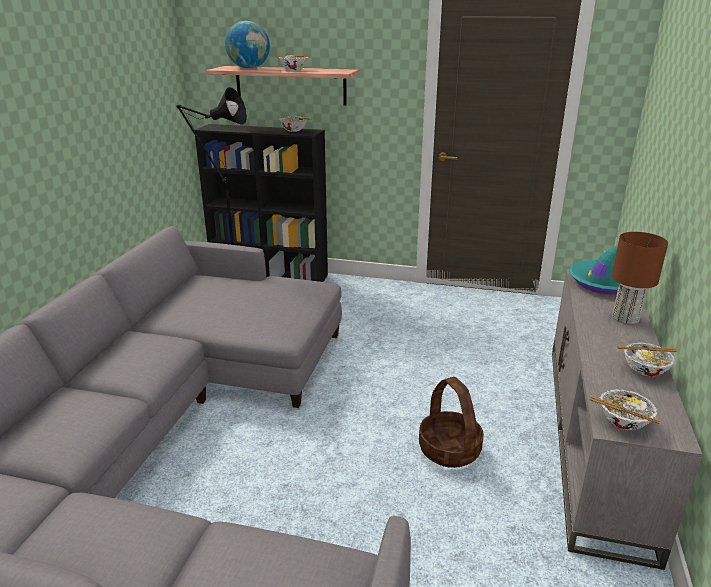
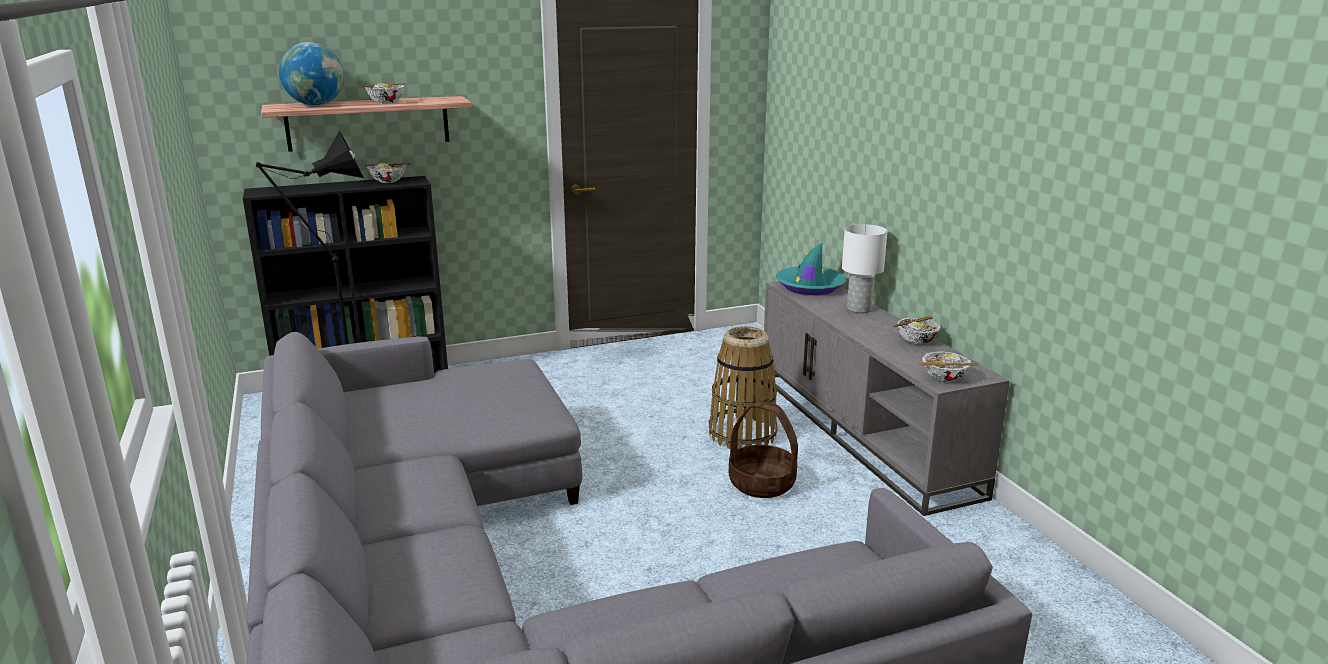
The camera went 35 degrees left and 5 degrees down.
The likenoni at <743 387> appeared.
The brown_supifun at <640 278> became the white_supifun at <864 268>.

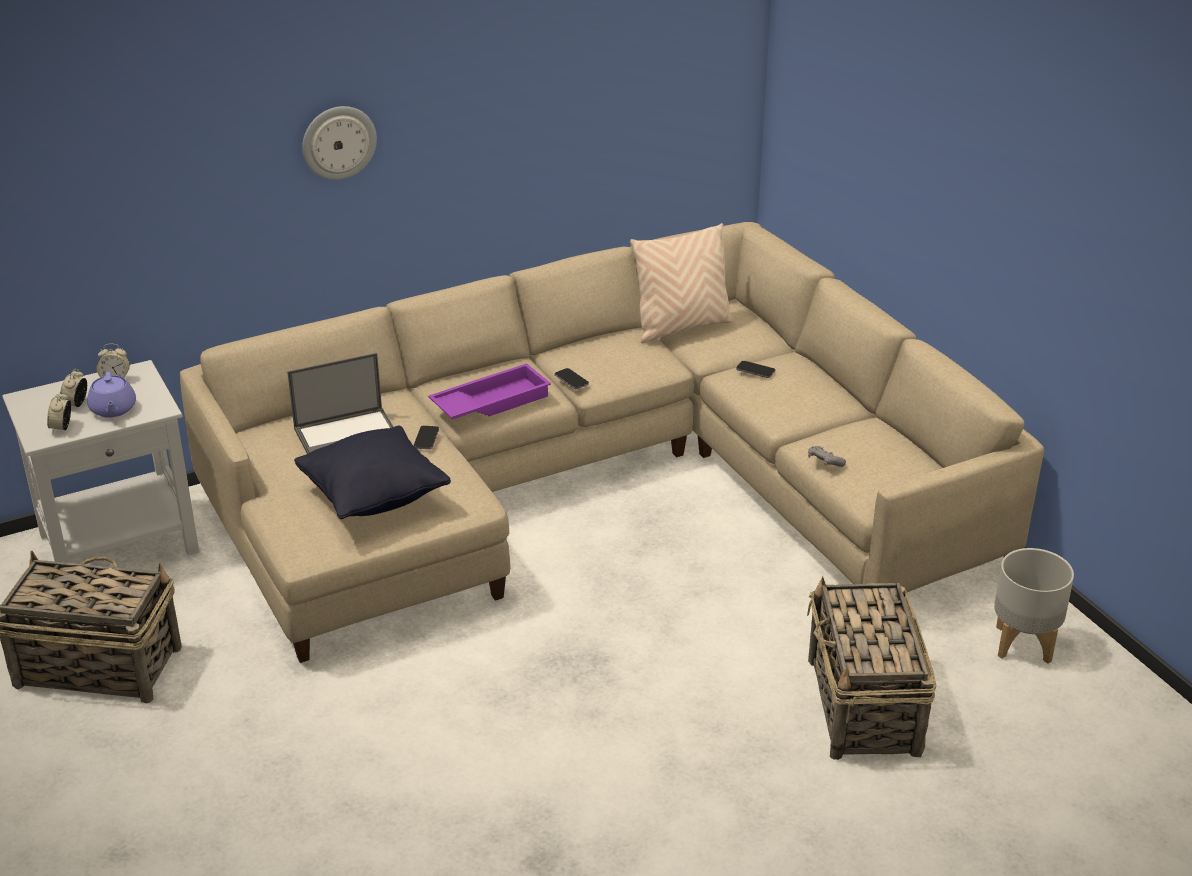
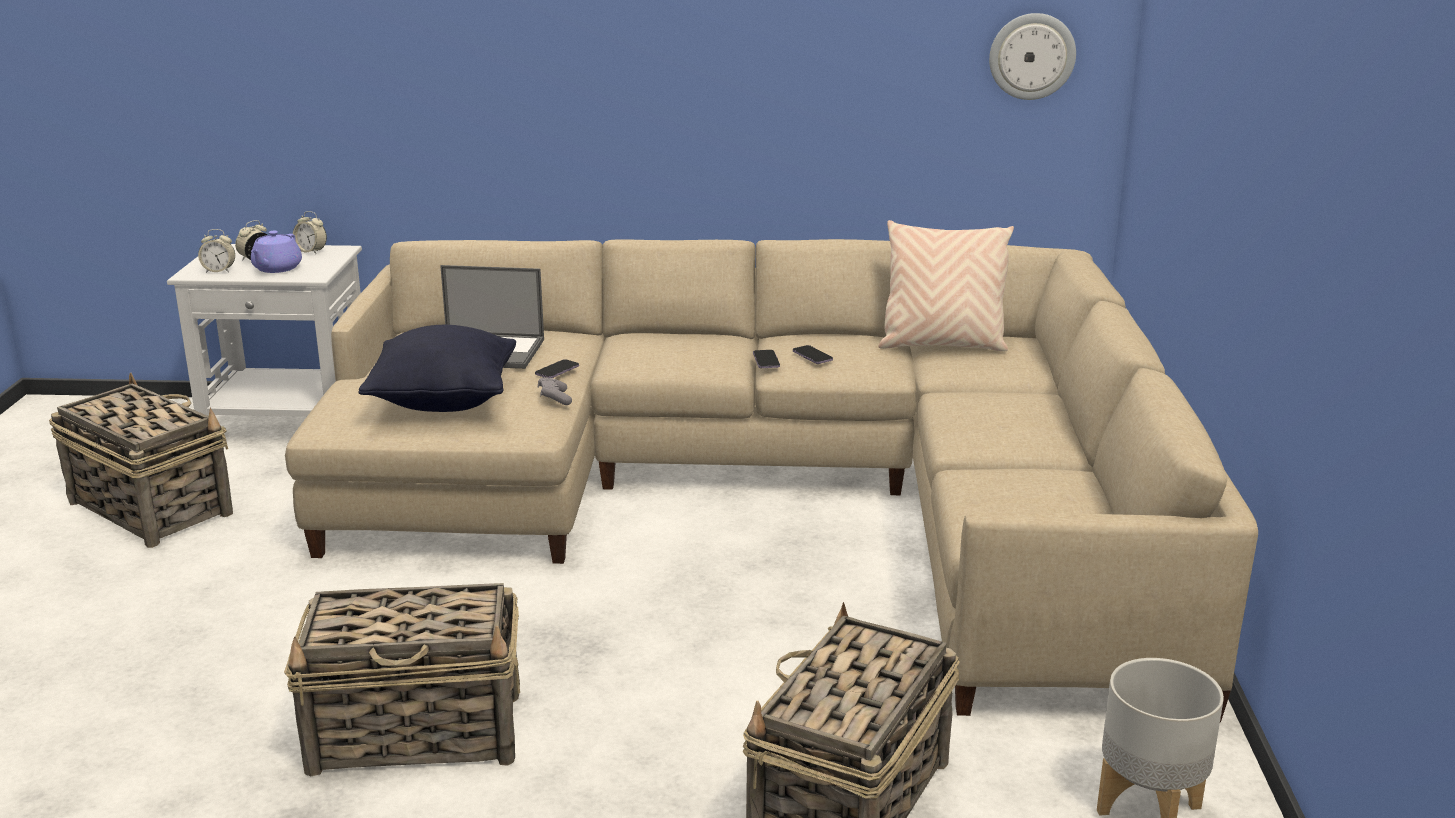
The camera went 30 degrees right and 10 degrees down.
The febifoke at <59 412> turned 120 degrees counterclockwise.
The likenoni at <402 679> appeared.
The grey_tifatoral moved from <827 456> to <554 391>.
The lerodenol moved from <755 369> to <813 354>.
The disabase moved from <339 143> to <1032 56>.
The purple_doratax at <489 391> disappeared.

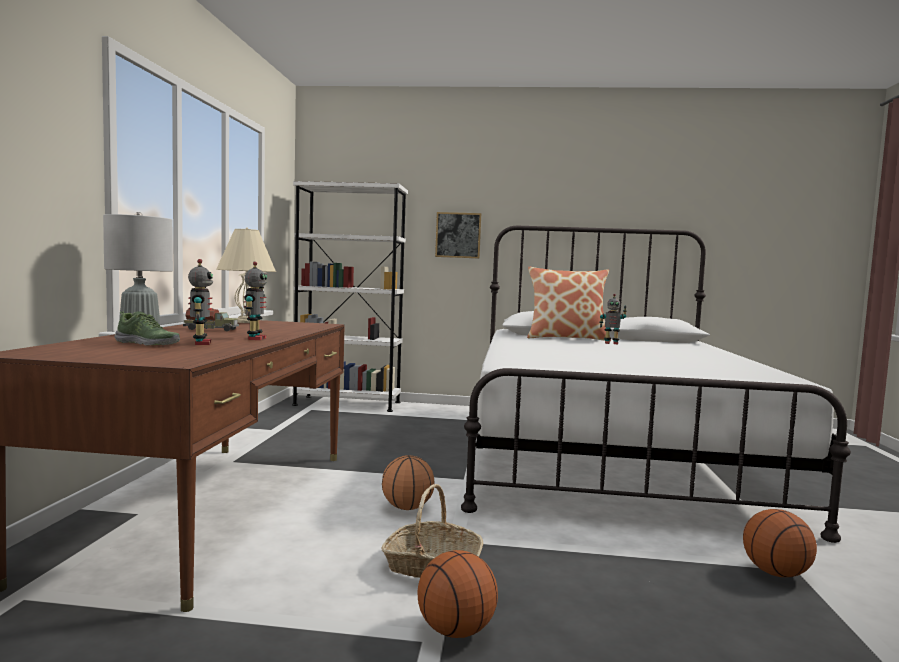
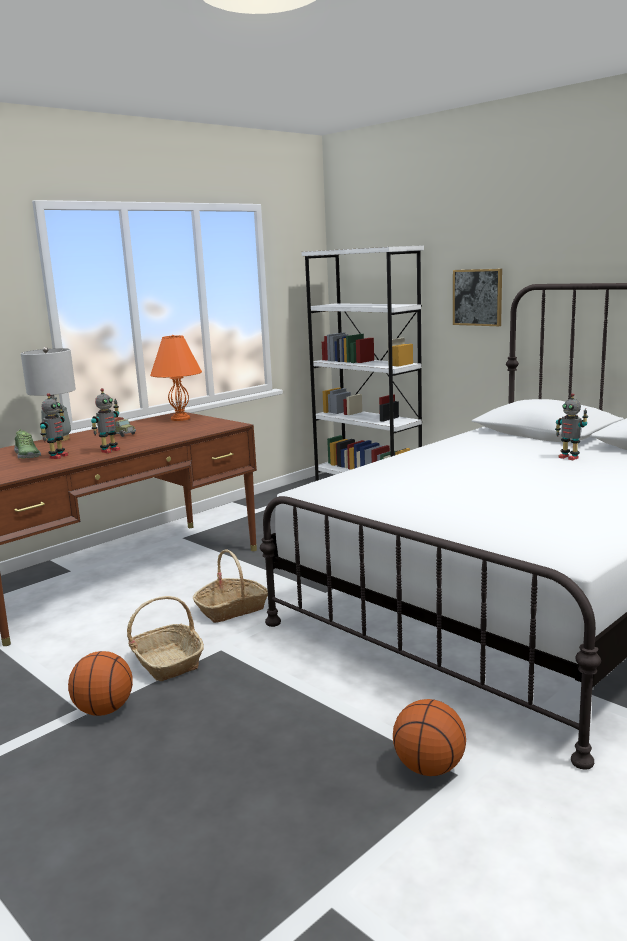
The camera went 40 degrees right and 10 degrees up.
The beige_supifun at <246 275> became the orange_supifun at <176 378>.
The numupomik at <408 482> was replaced by the likenoni at <230 586>.
The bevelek at <569 304> disappeared.

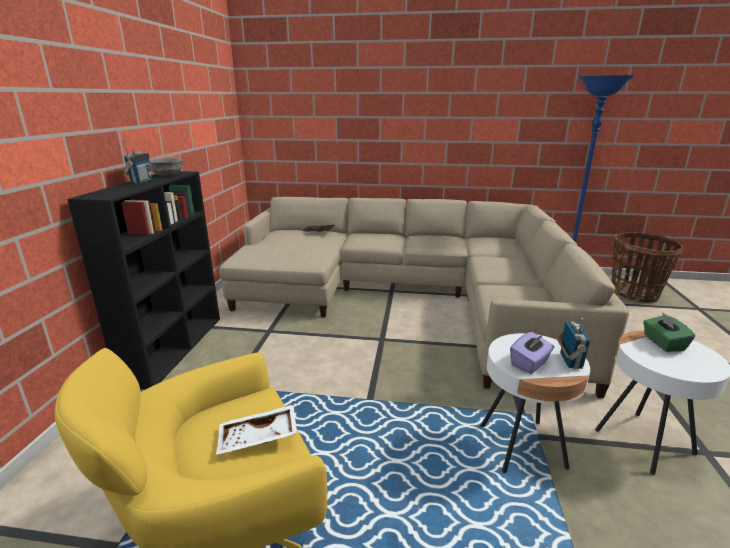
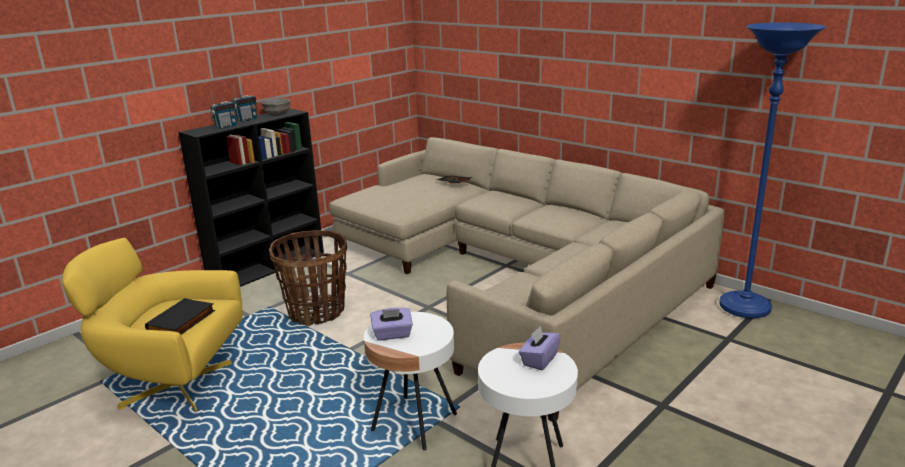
The camera went 35 degrees right and 0 degrees up.
The white_doratax at <256 429> was replaced by the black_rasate at <180 316>.
The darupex moved from <573 343> to <223 110>.
The likenoni moved from <647 267> to <308 278>.
The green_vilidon at <669 332> became the purple_vilidon at <540 348>.

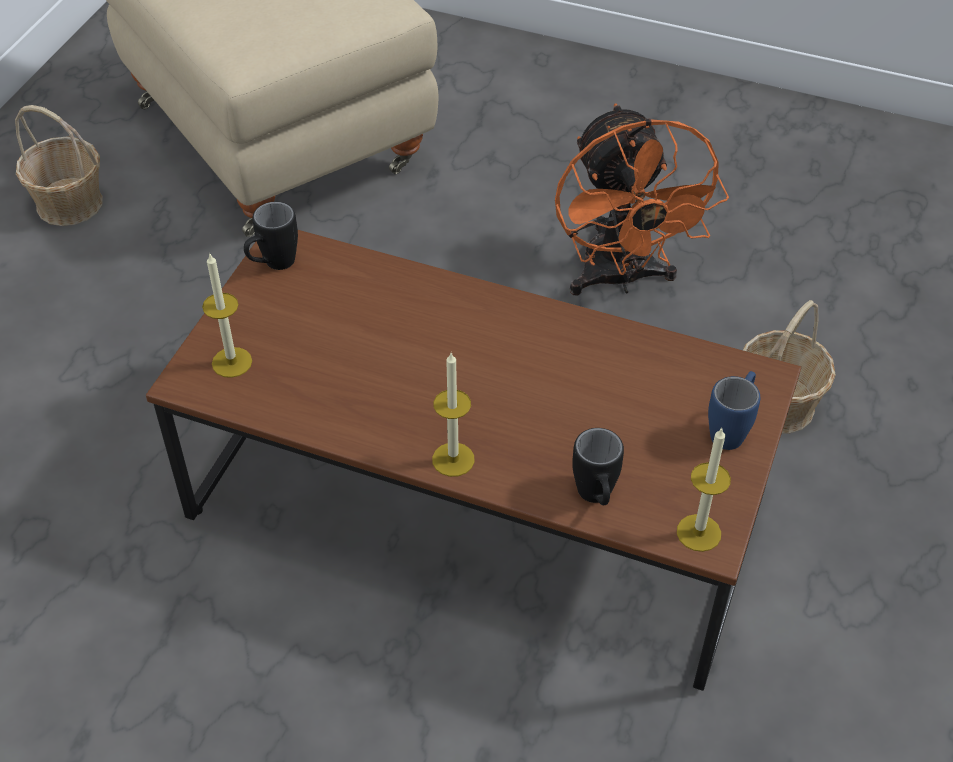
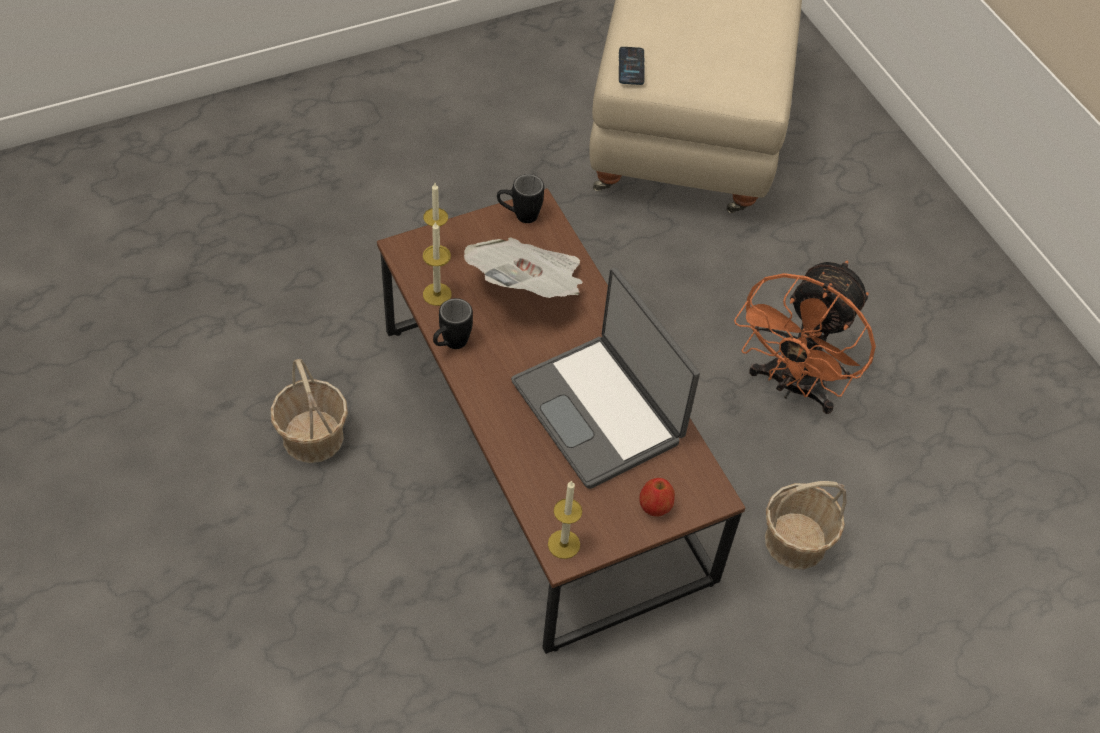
The camera went 40 degrees right and 5 degrees up.
The likenoni moved from <59 165> to <309 411>.
The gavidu moved from <453 415> to <437 263>.
The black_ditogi moved from <598 466> to <453 323>.
The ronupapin at <523 268> appeared.
The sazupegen at <605 378> appeared.
The lerodenol at <632 66> appeared.
The blue_ditogi at <734 410> was replaced by the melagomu at <657 497>.

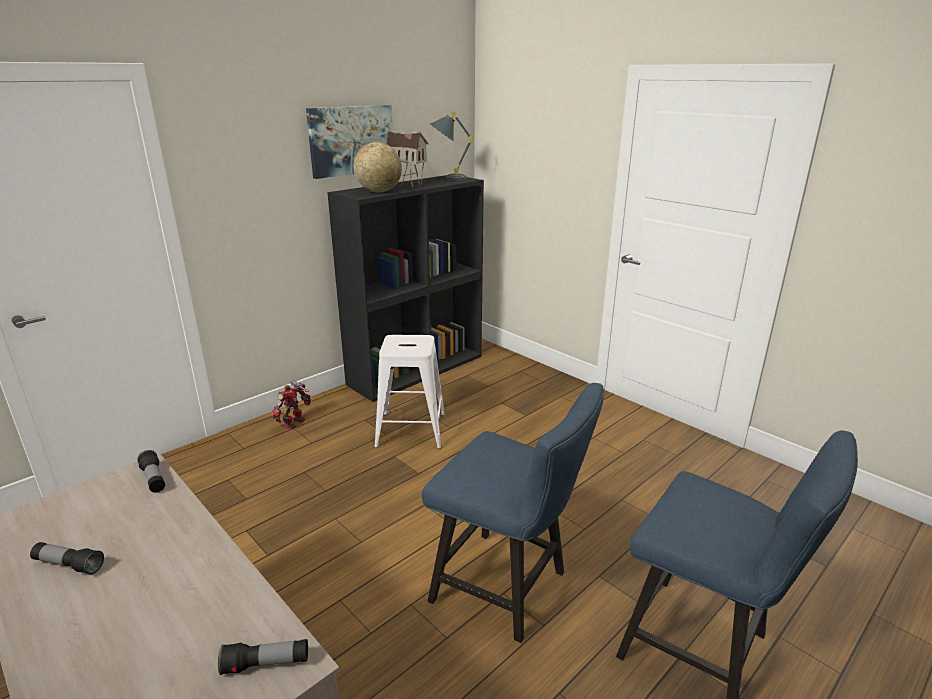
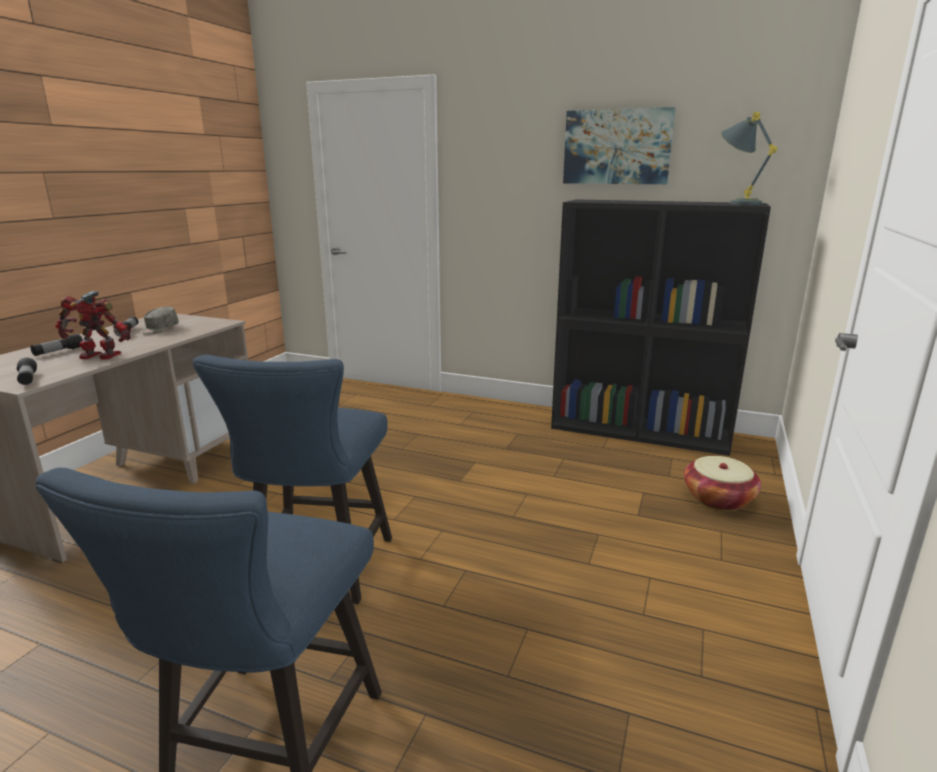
The camera went 65 degrees right and 5 degrees down.
The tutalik moved from <151 471> to <56 344>.
The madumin moved from <292 405> to <93 325>.
The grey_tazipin at <160 321> appeared.
The likenoni at <722 483> appeared.
The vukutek at <377 167> disappeared.
The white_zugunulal at <409 392> disappeared.
The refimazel at <407 158> disappeared.

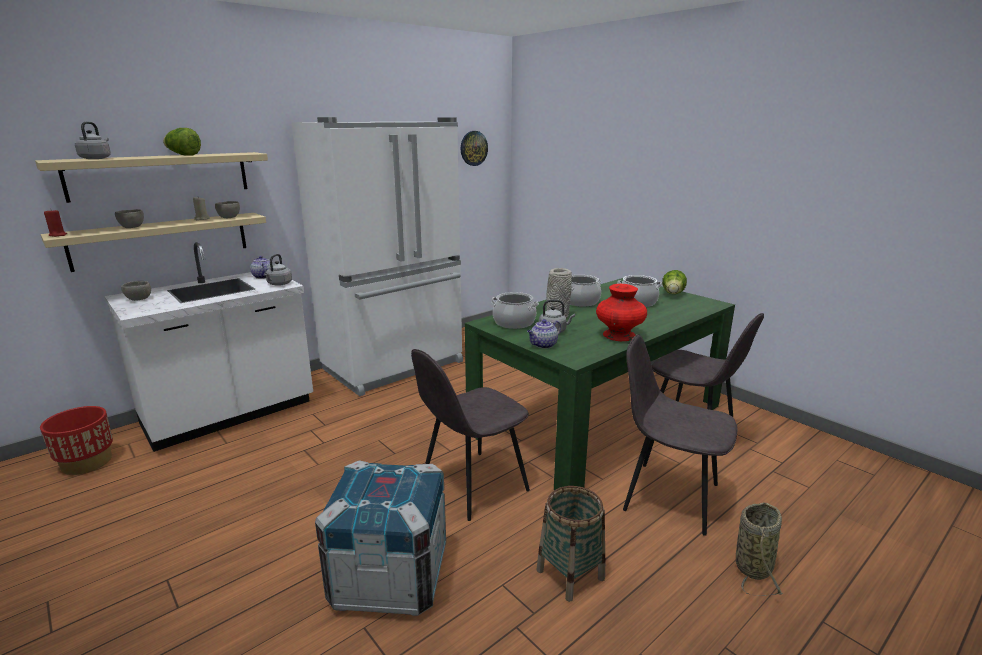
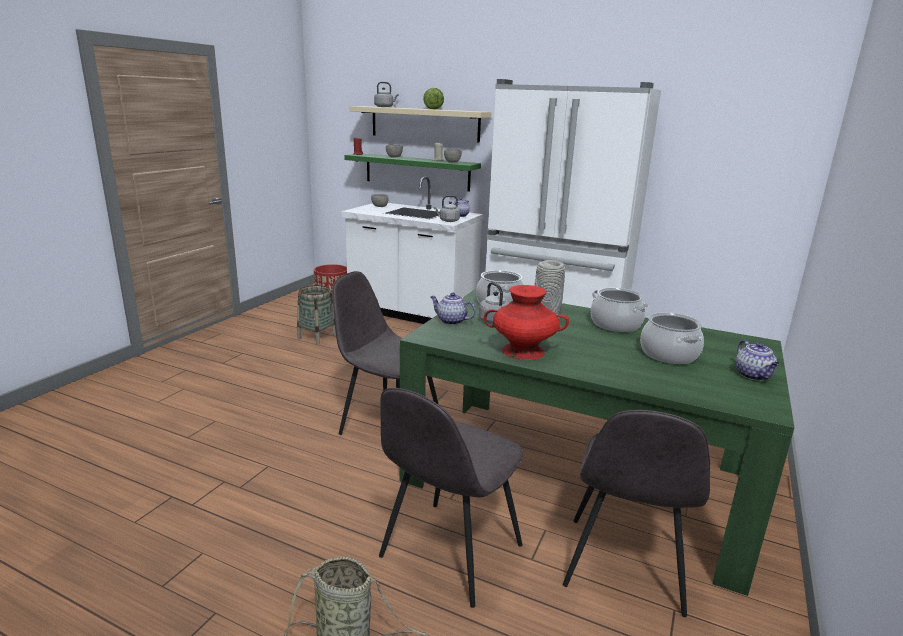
The camera went 65 degrees right and 0 degrees up.
The likenoni moved from <571 544> to <316 314>.
The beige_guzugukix at <153 242> became the green_guzugukix at <412 173>.
The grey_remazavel at <680 435> turned 150 degrees counterclockwise.
The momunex at <674 282> was replaced by the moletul at <758 360>.
The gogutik at <380 538> disappeared.
The disabase at <474 148> disappeared.

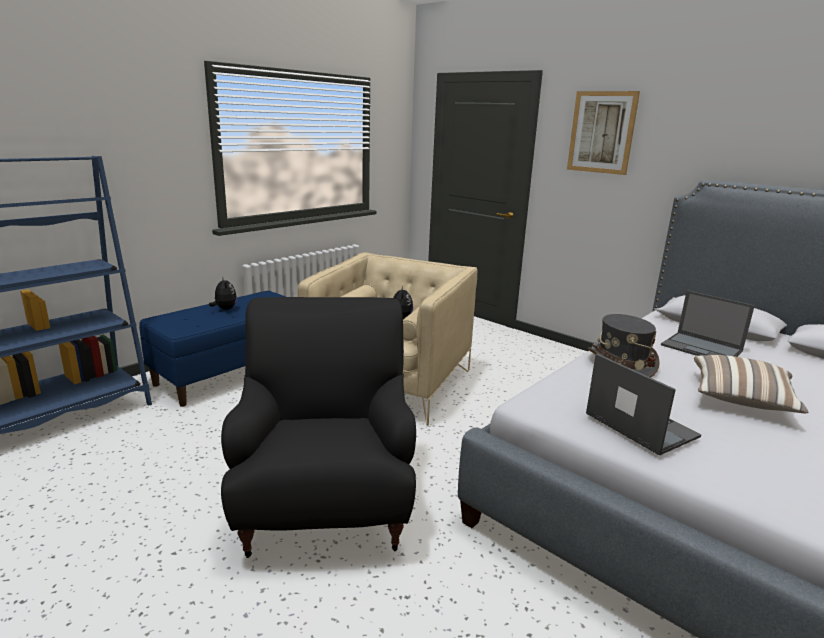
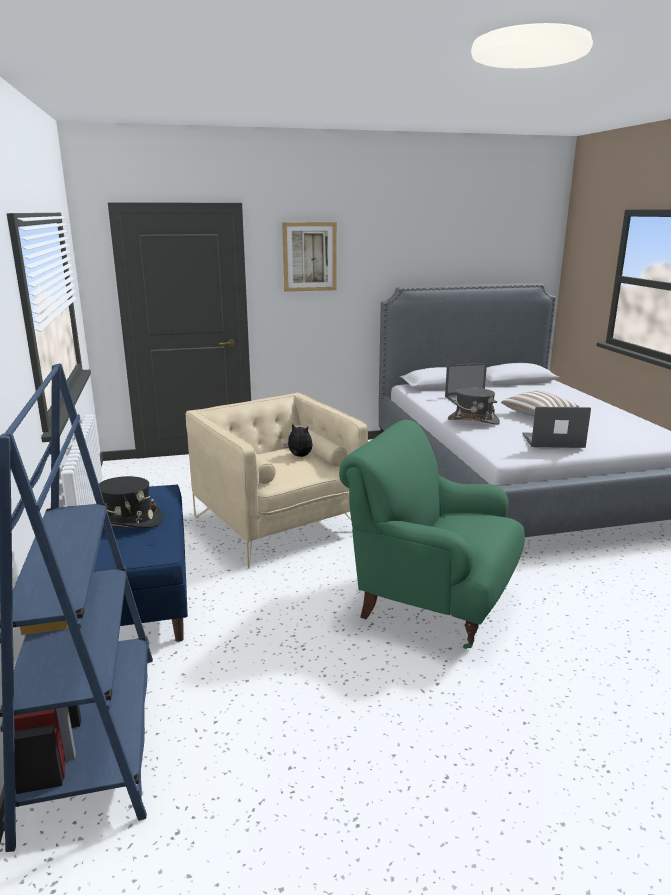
The camera went 55 degrees left and 0 degrees up.
The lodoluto at <223 294> was replaced by the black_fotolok at <130 502>.
The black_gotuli at <318 427> became the green_gotuli at <432 534>.

